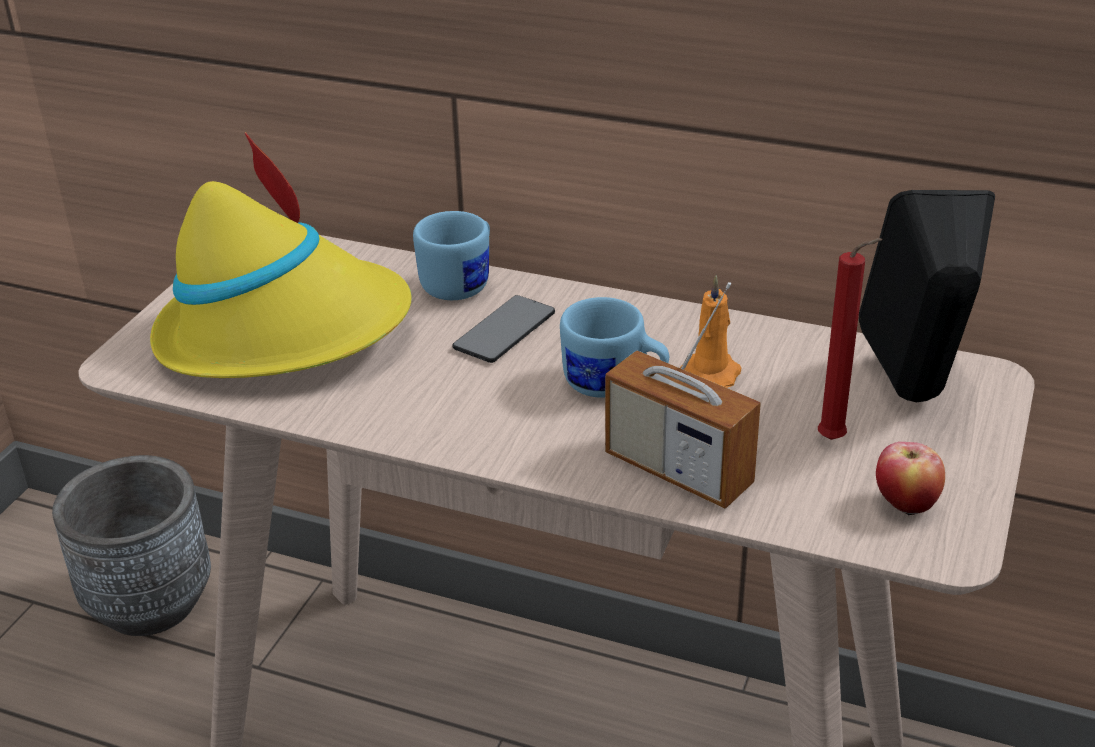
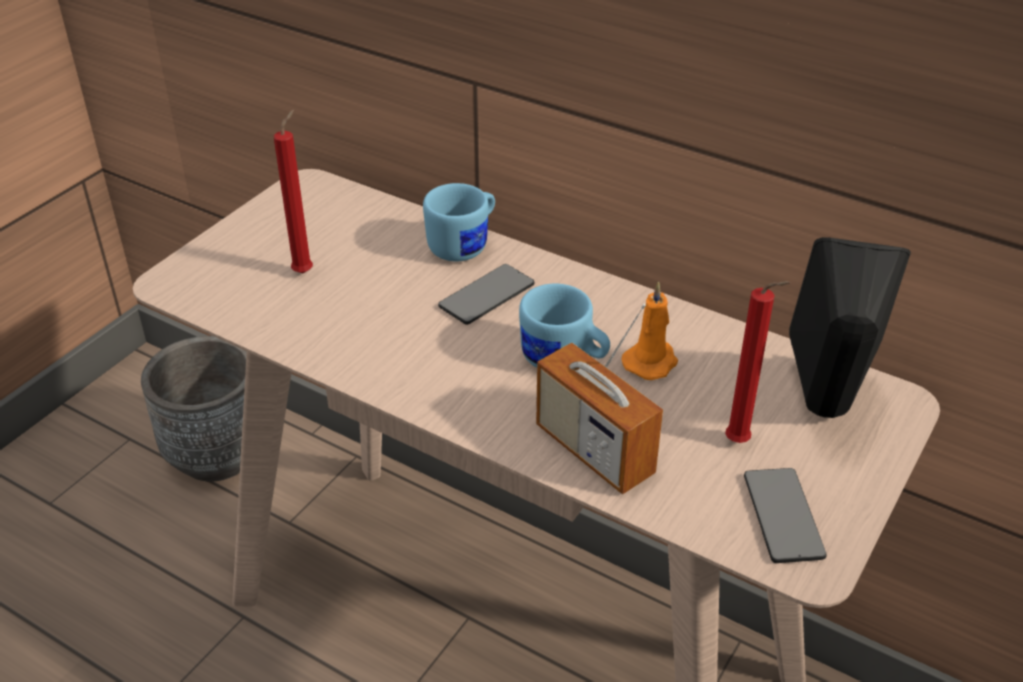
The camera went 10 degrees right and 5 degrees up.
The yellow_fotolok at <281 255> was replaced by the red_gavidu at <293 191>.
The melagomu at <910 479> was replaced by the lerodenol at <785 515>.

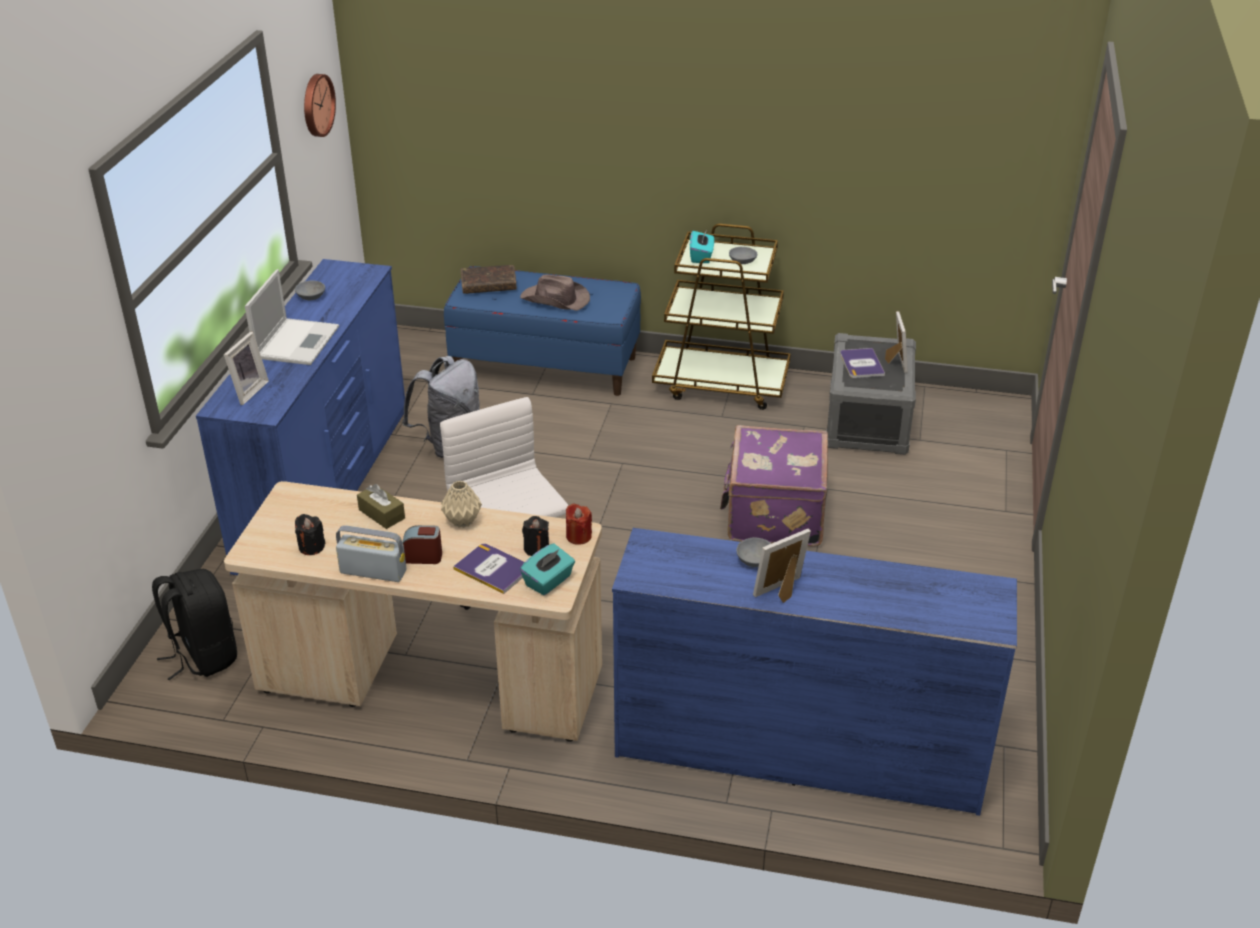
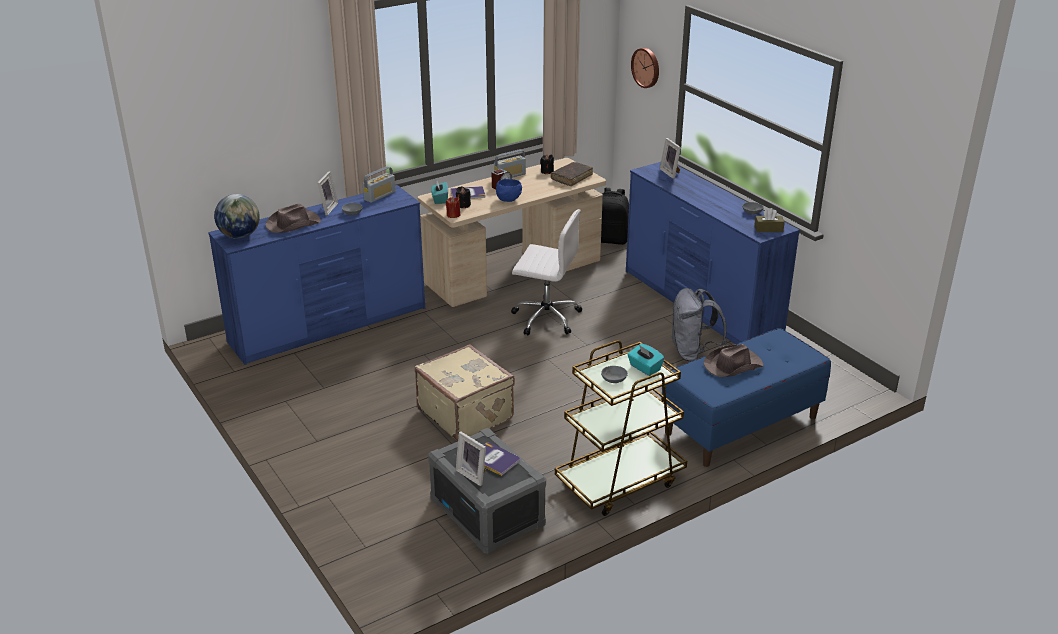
The camera went 135 degrees right and 5 degrees down.
The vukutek at <237 216> appeared.
The brown_fotolok at <293 218> appeared.
The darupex at <379 184> appeared.
The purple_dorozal at <774 486> became the beige_dorozal at <465 393>.
The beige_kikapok at <461 504> was replaced by the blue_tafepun at <509 190>.
The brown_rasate moved from <489 279> to <572 174>.
The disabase moved from <320 105> to <645 68>.
The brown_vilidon moved from <381 506> to <769 220>.
The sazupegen at <292 317> disappeared.

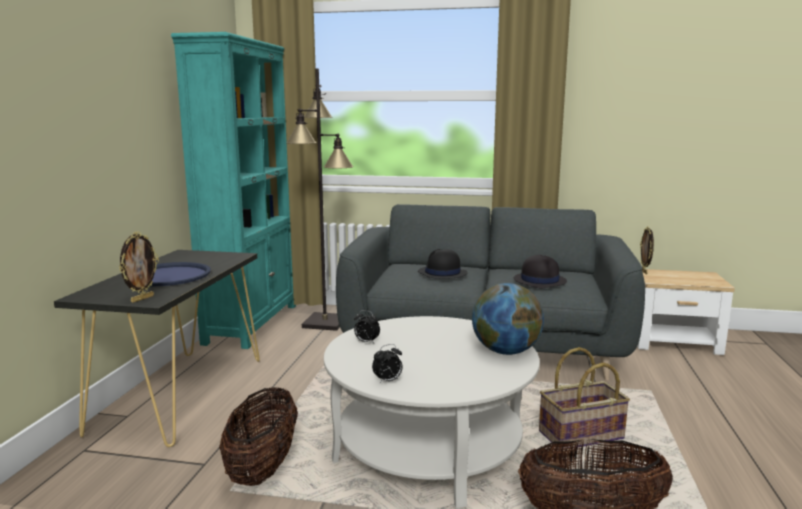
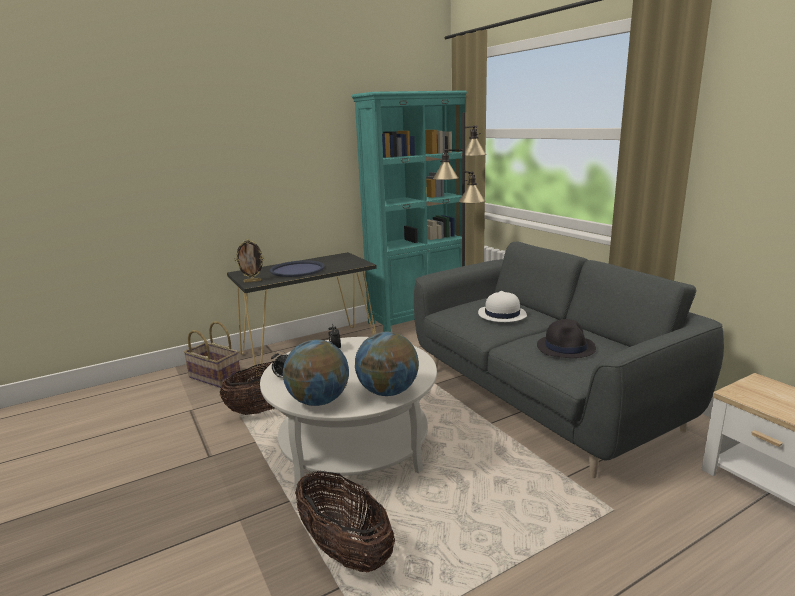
The camera went 50 degrees right and 5 degrees up.
The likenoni moved from <584 397> to <212 354>.
The vukutek at <316 372> appeared.
The black_fotolok at <443 264> became the white_fotolok at <502 306>.
The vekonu at <647 250> disappeared.

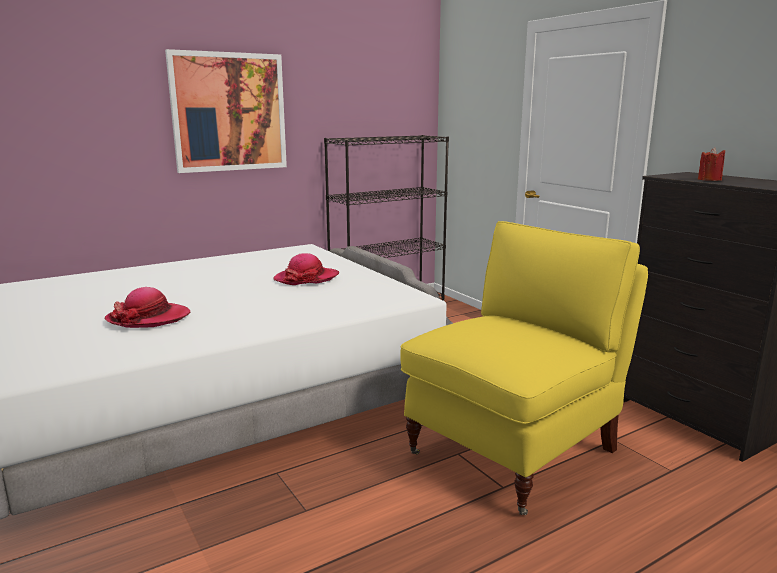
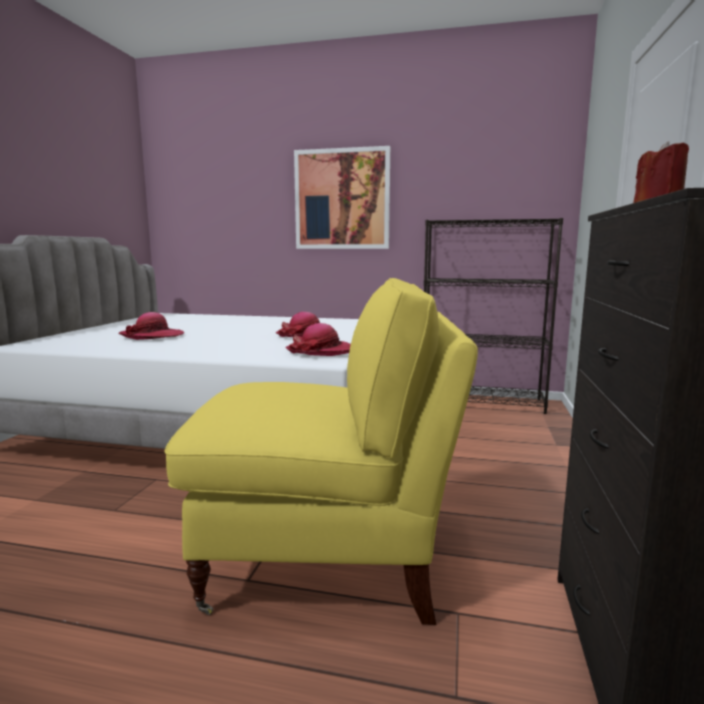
The camera went 45 degrees right and 5 degrees down.
The fotolok at <318 339> appeared.

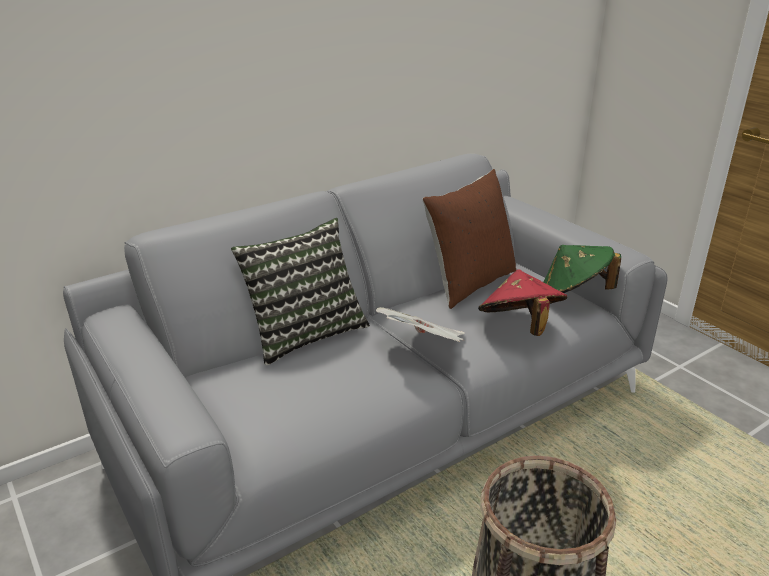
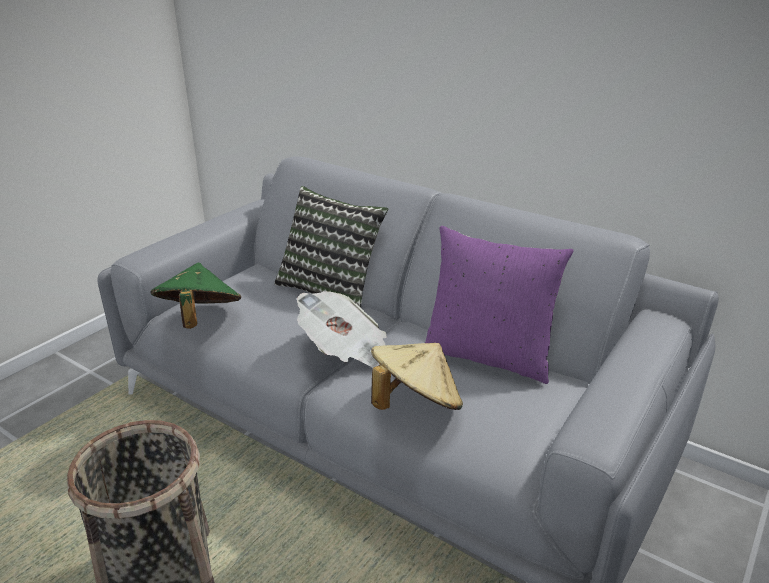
The camera went 70 degrees right and 0 degrees up.
The green_fotolok moved from <582 269> to <196 296>.
The red_fotolok at <522 302> became the beige_fotolok at <417 376>.
The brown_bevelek at <469 239> became the purple_bevelek at <499 305>.

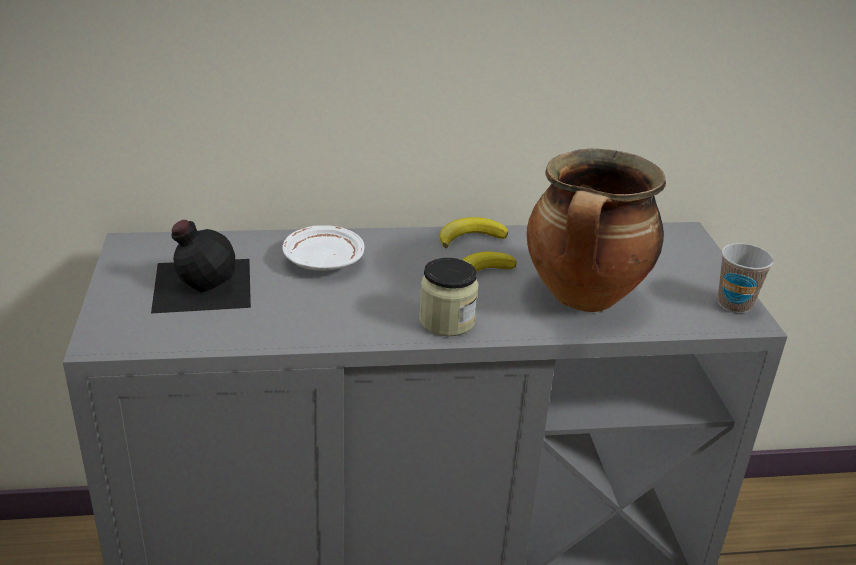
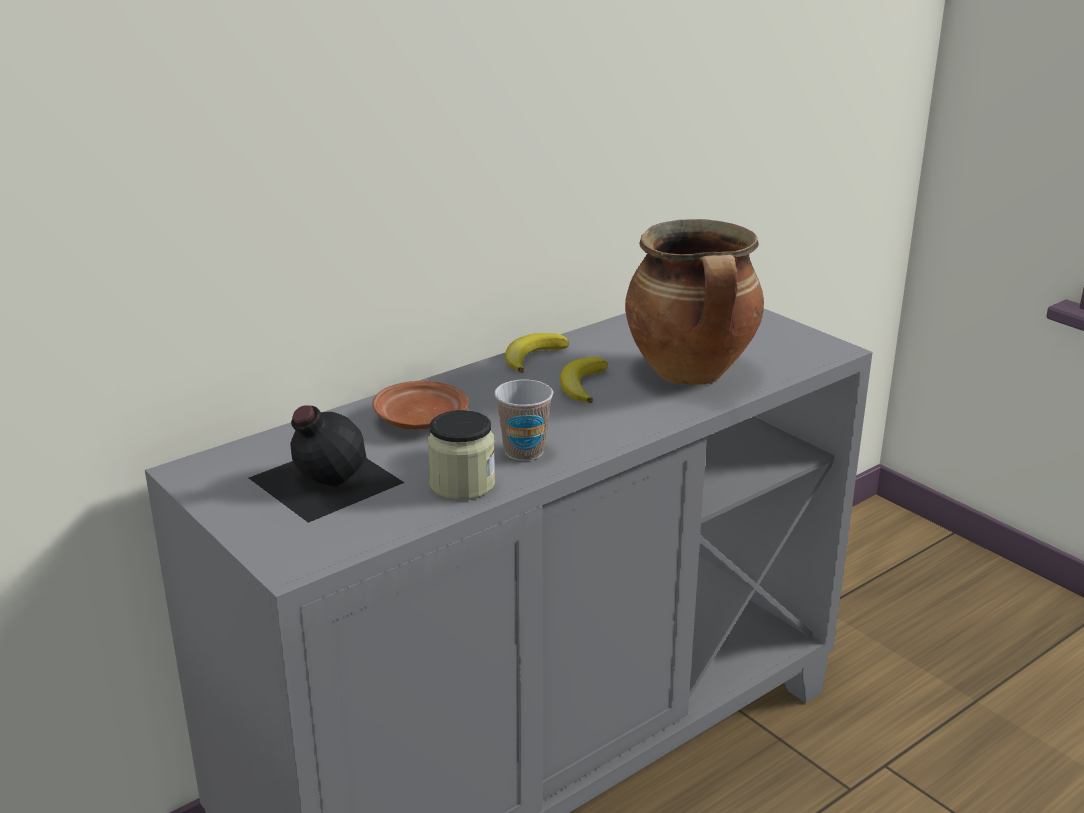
The camera went 30 degrees left and 5 degrees down.
The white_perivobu at <323 248> became the brown_perivobu at <420 405>.
The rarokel moved from <449 297> to <461 455>.
The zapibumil moved from <746 278> to <523 420>.

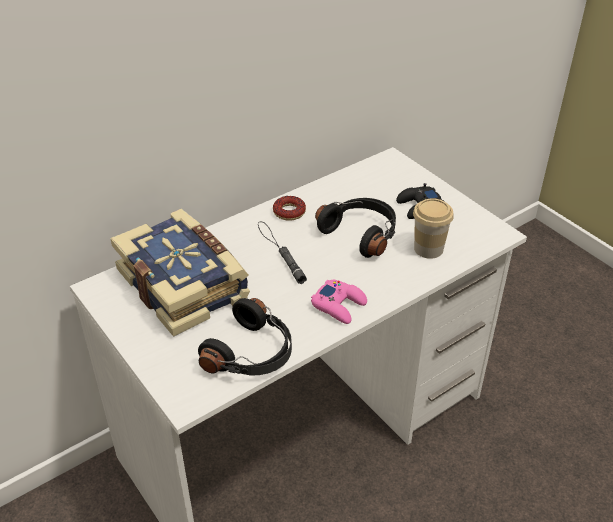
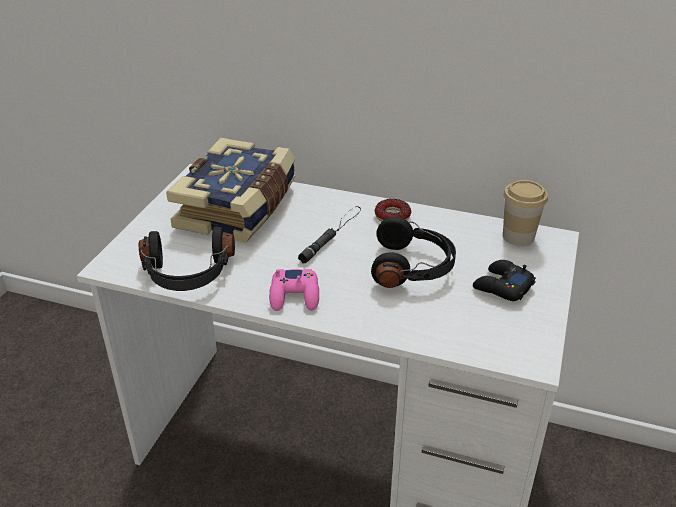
The camera went 55 degrees right and 5 degrees down.
The zapibumil moved from <433 228> to <525 213>.

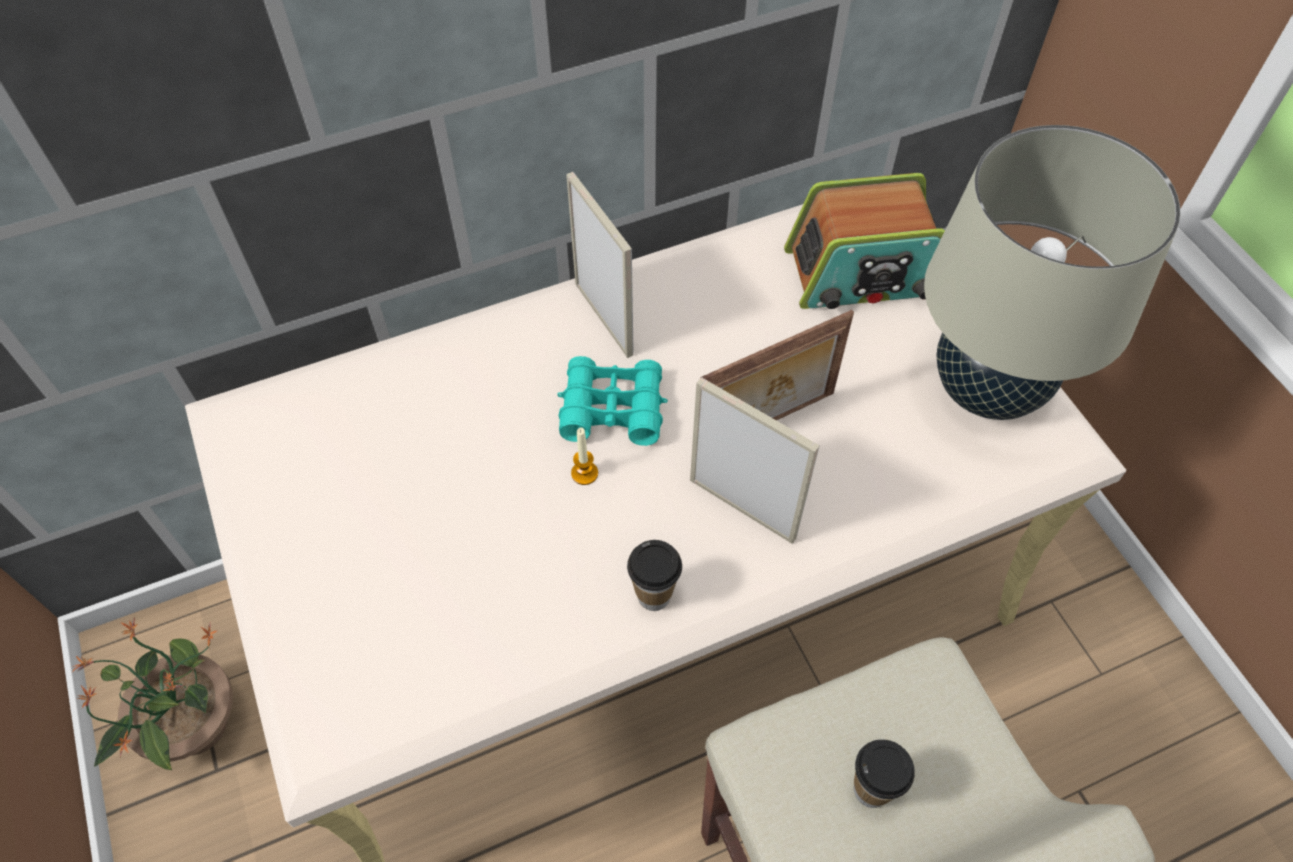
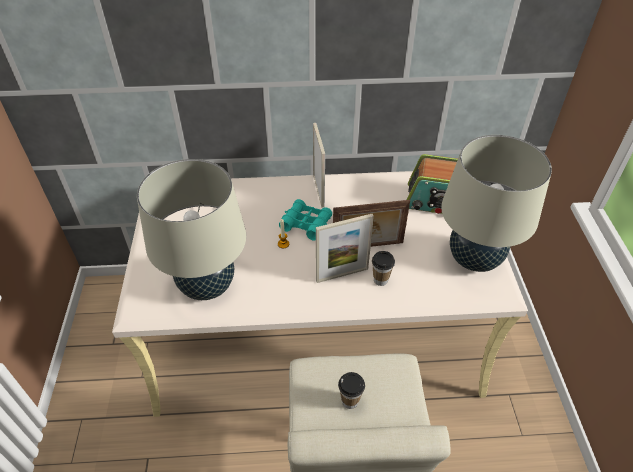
The camera went 20 degrees right and 10 degrees down.
The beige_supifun at <191 229> appeared.
The vekonu at <754 460> turned 105 degrees clockwise.
The zapibumil moved from <654 575> to <383 268>.
The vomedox at <152 693> disappeared.

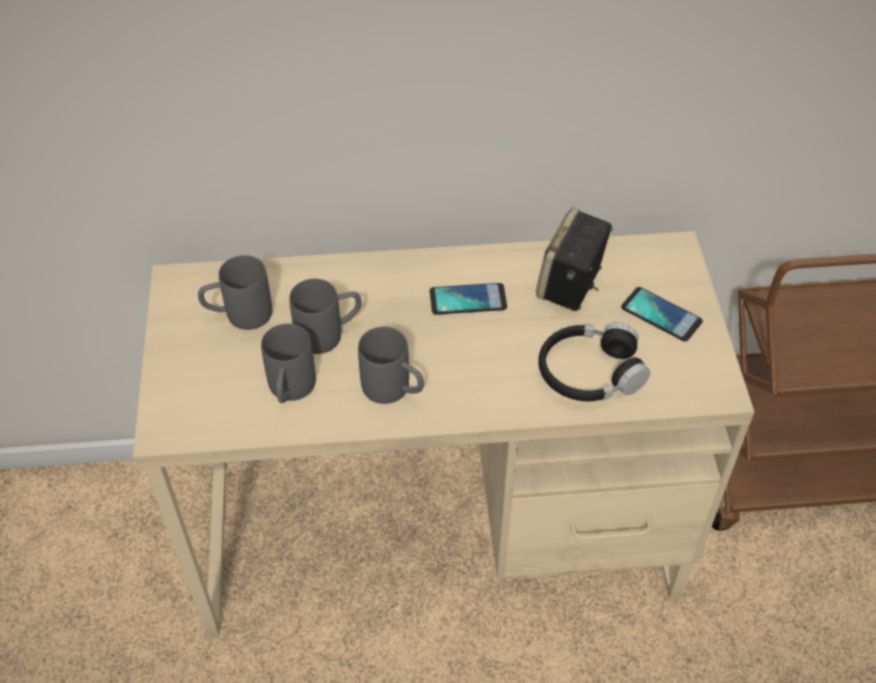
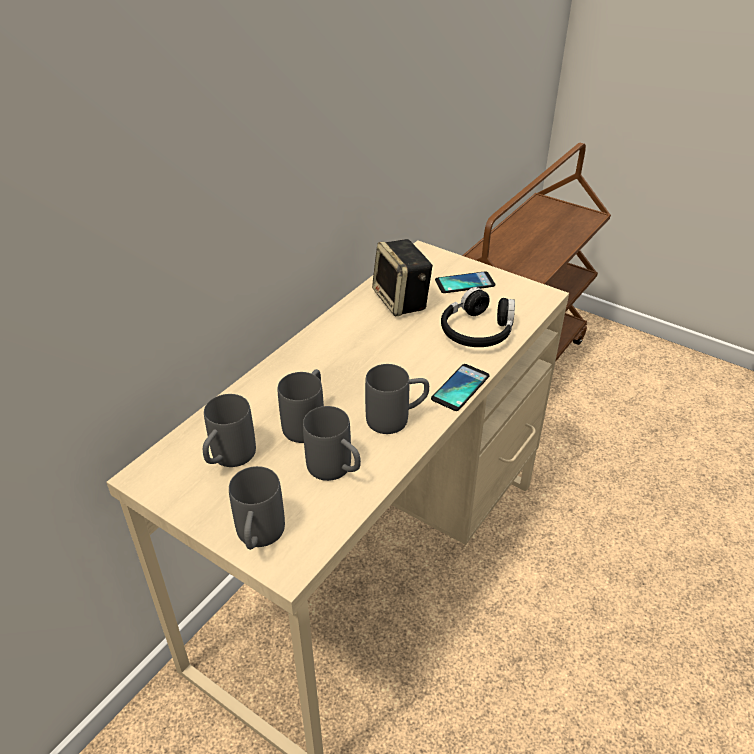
The camera went 50 degrees left and 10 degrees down.
The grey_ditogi at <257 508> appeared.
The lerodenol moved from <468 299> to <460 387>.

